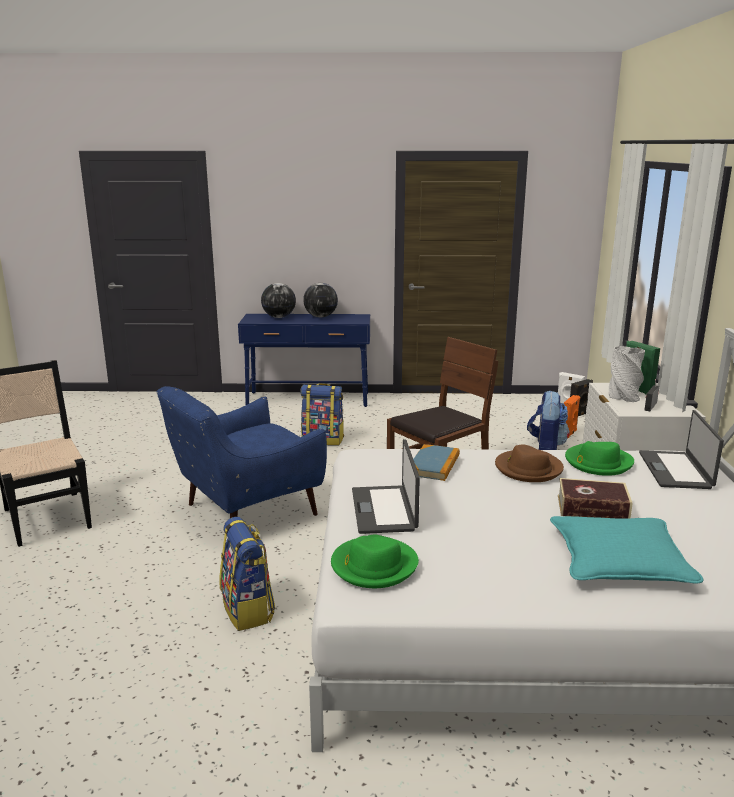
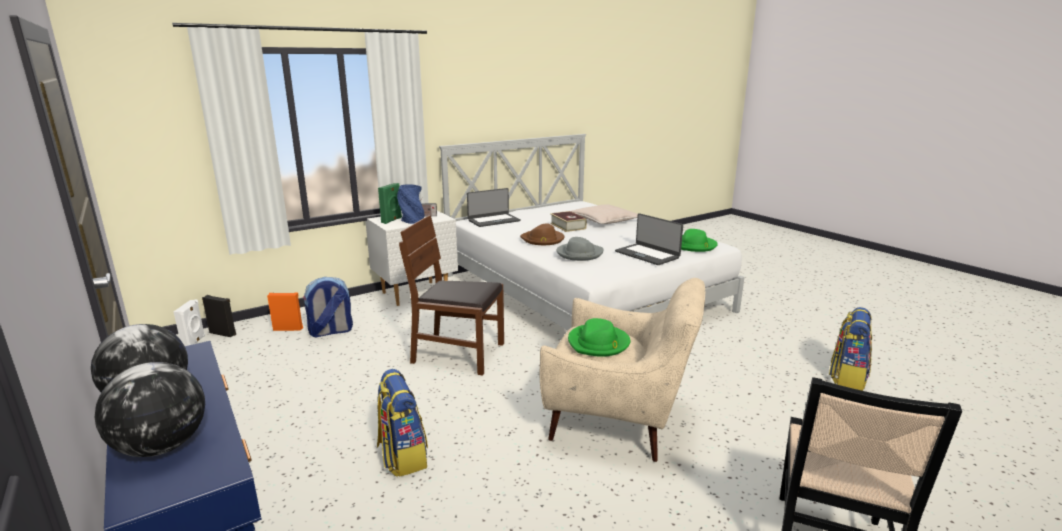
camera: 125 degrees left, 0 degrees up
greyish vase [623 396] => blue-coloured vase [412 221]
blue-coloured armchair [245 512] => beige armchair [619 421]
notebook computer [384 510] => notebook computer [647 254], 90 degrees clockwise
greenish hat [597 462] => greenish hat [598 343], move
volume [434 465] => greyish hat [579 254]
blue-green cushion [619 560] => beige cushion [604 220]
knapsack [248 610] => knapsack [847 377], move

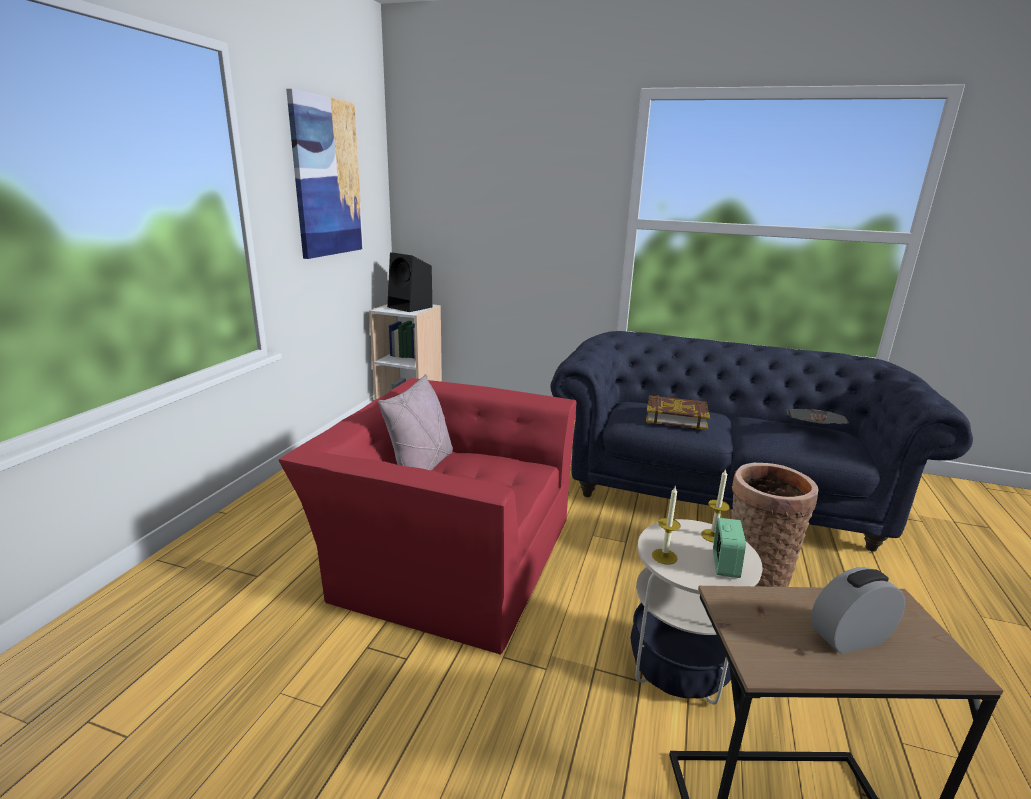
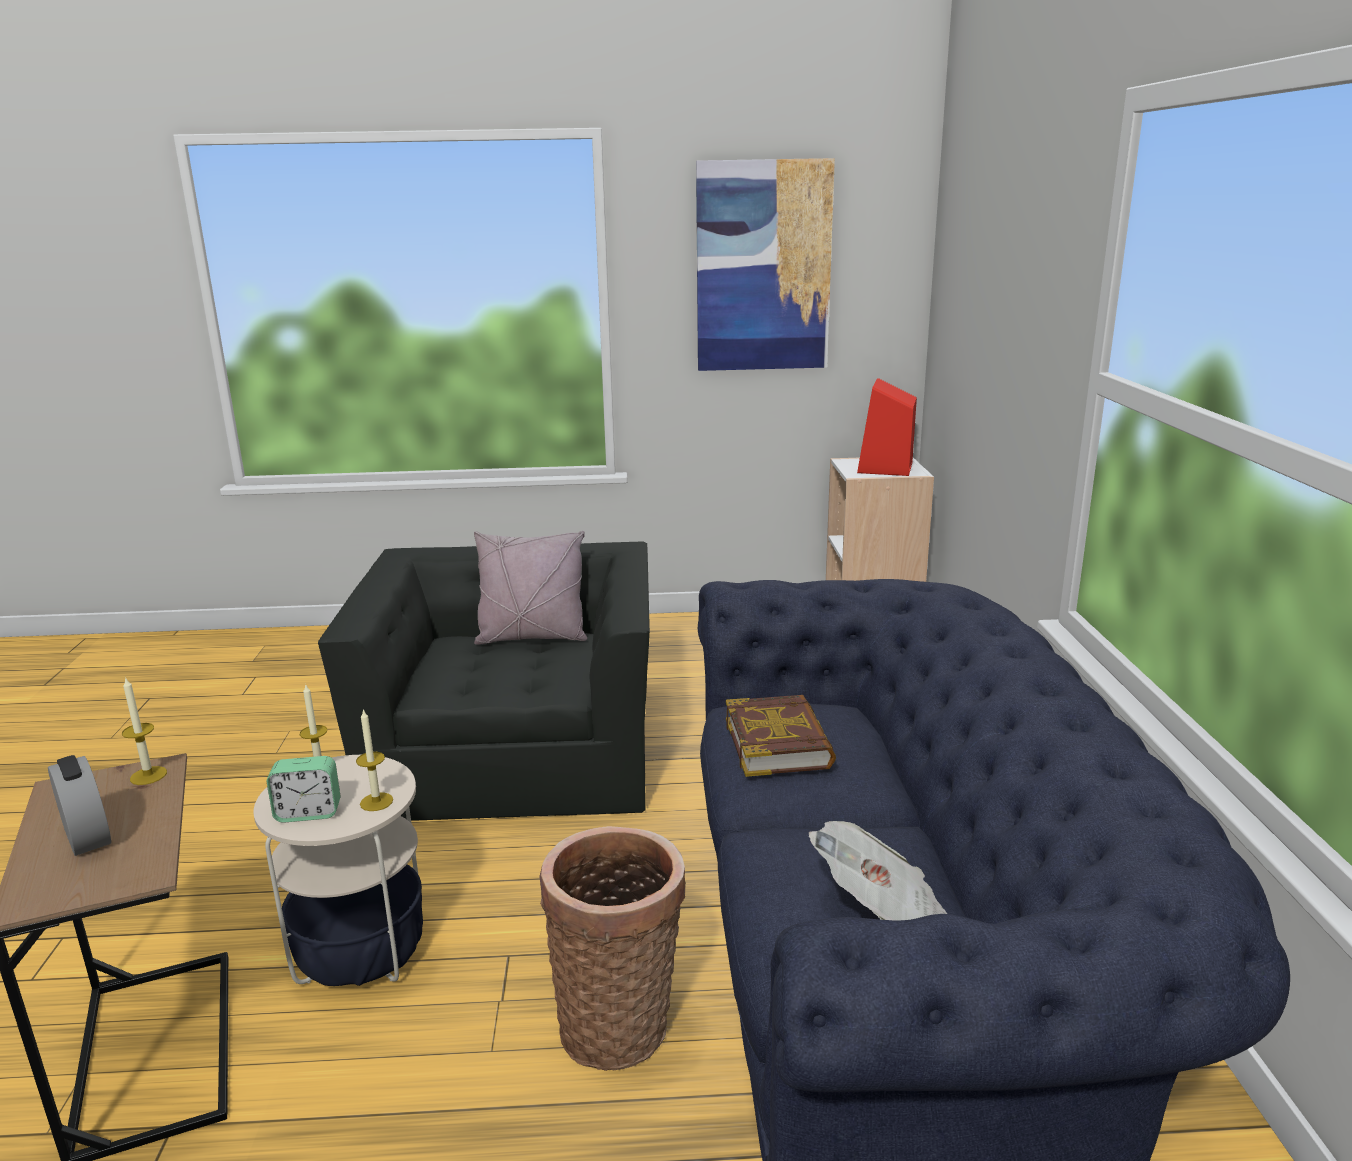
camera: 70 degrees right, 0 degrees up
black loudspeaker [411 307] => reddish loudspeaker [885 468]
reddish armchair [448 554] => black armchair [516 749]
nothing => wax light [148 775]

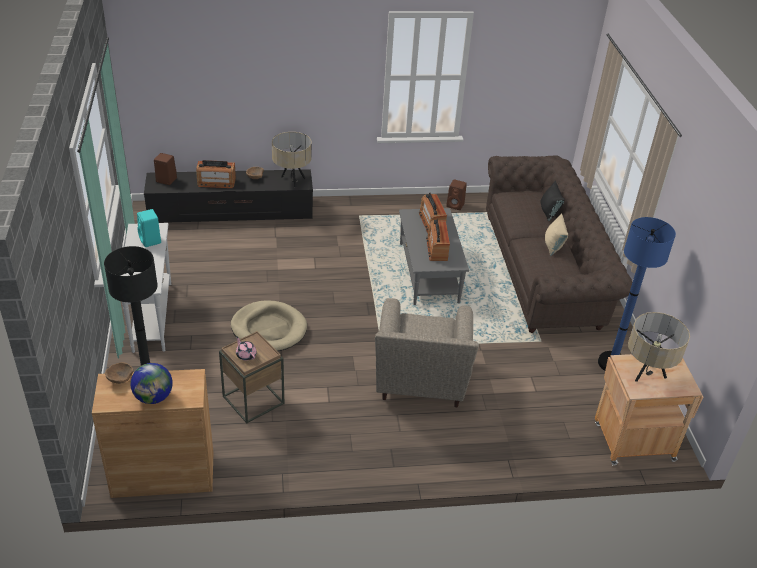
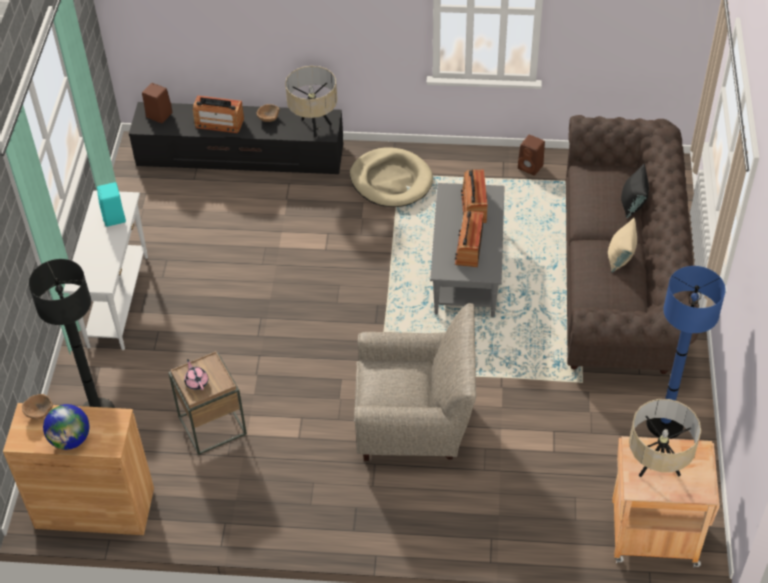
camera: 15 degrees right, 10 degrees up
beige armchair [420 382] => beige armchair [414 423], 105 degrees counterclockwise
beige dog bed [269 329] => beige dog bed [391 180], move

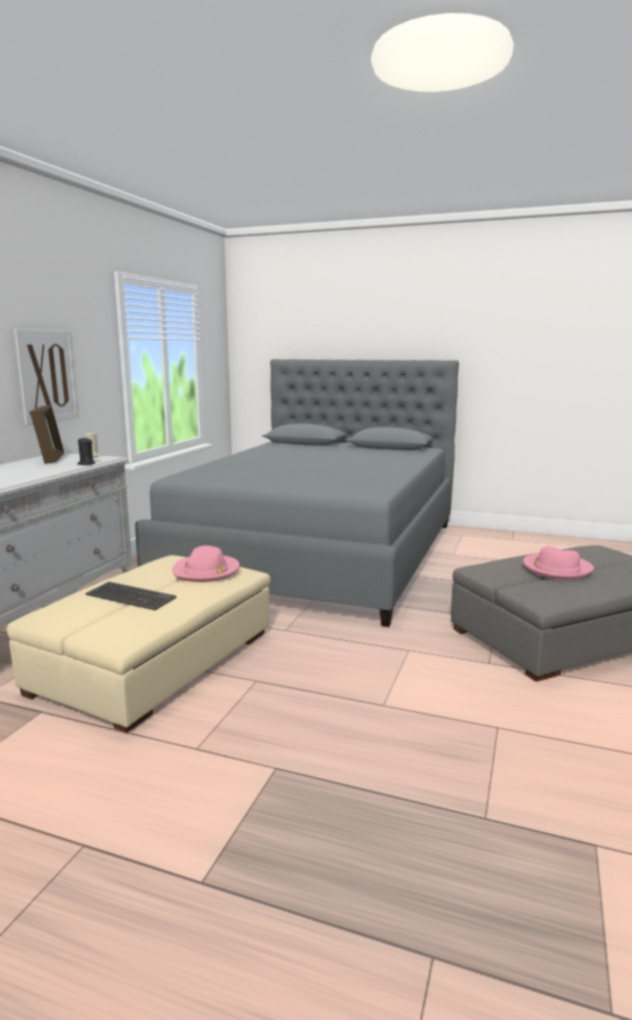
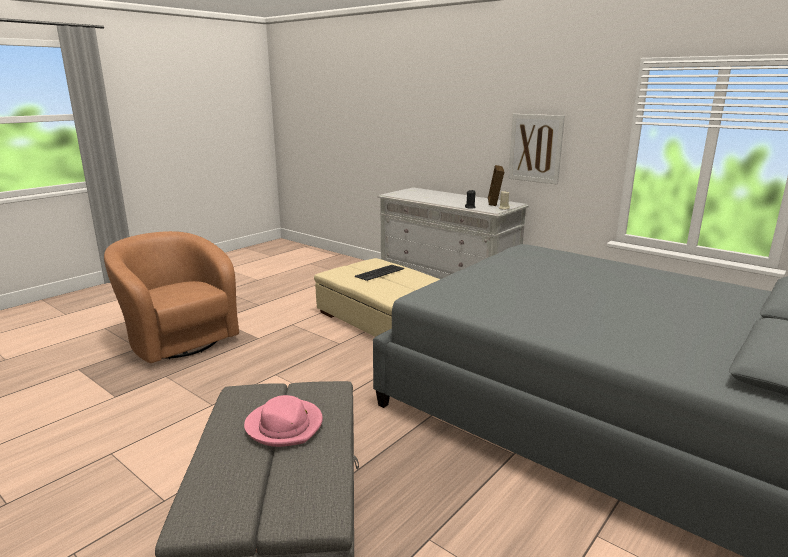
camera: 110 degrees right, 5 degrees up
photo frame [50 459] => photo frame [494 202], 90 degrees clockwise
pink hat [206 571] => nothing
nothing => brownish armchair [178 340]

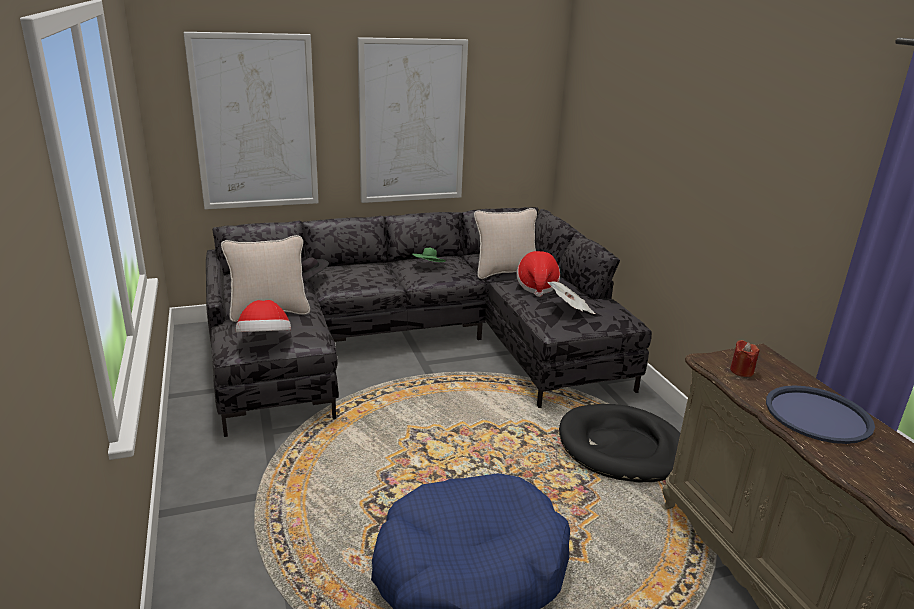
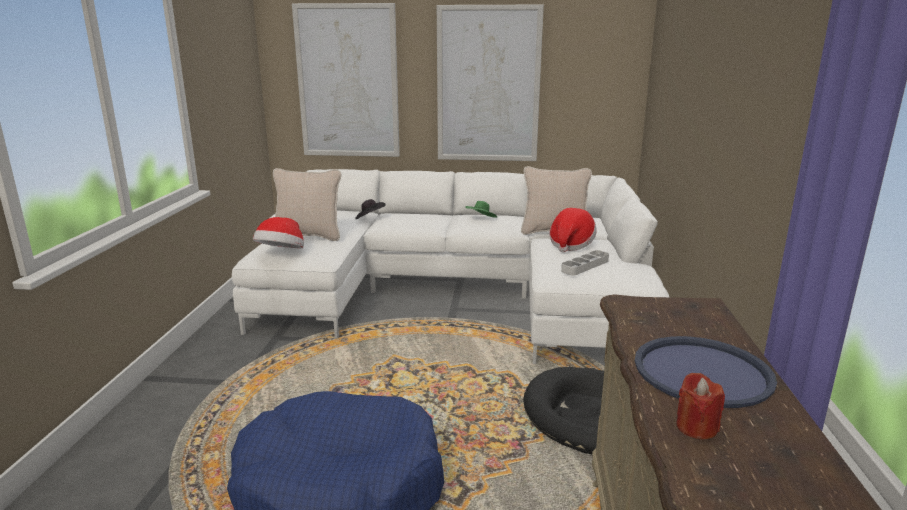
camera: 25 degrees right, 5 degrees down
black sofa [414 345] => whitish sofa [458 293]
daily paper [570 309] => greyish carrying tray [585 266]
reddish wax light [741 371] => reddish wax light [696 427], move

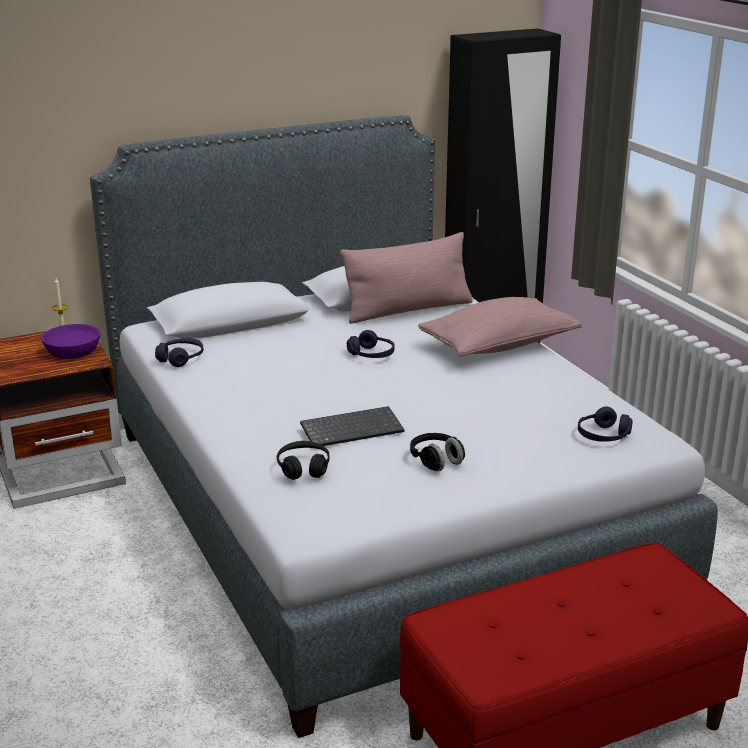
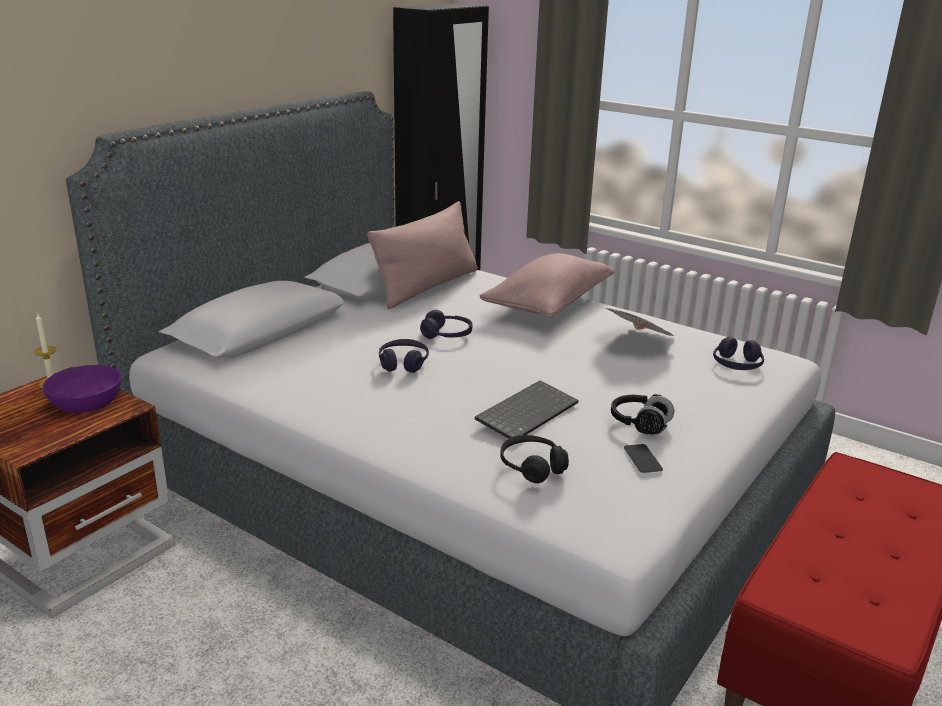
camera: 30 degrees left, 0 degrees up
purple-coloured headset [180 358] => purple-coloured headset [403 363], move
nothing => daily paper [639 342]
nothing => handset [642 459]

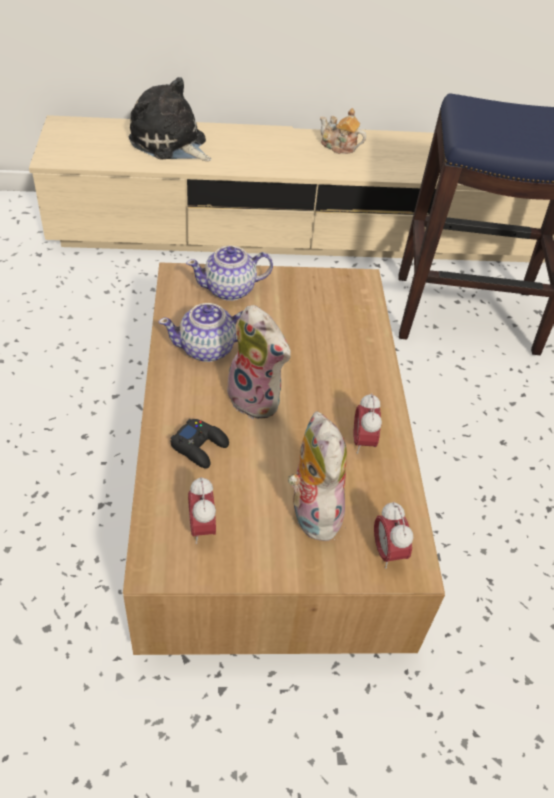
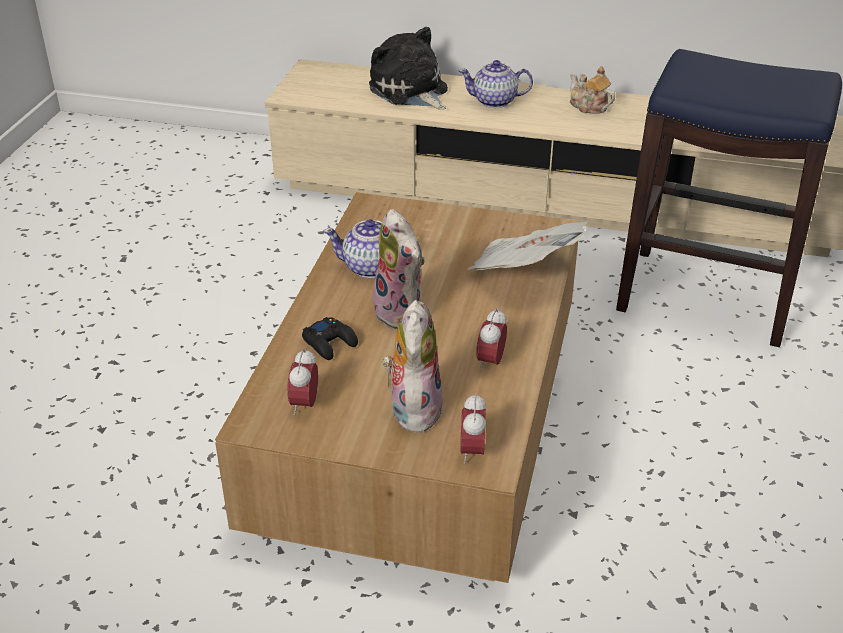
camera: 20 degrees right, 10 degrees down
teapot [230 289] => teapot [495 101], move
nothing => daily paper [524 272]

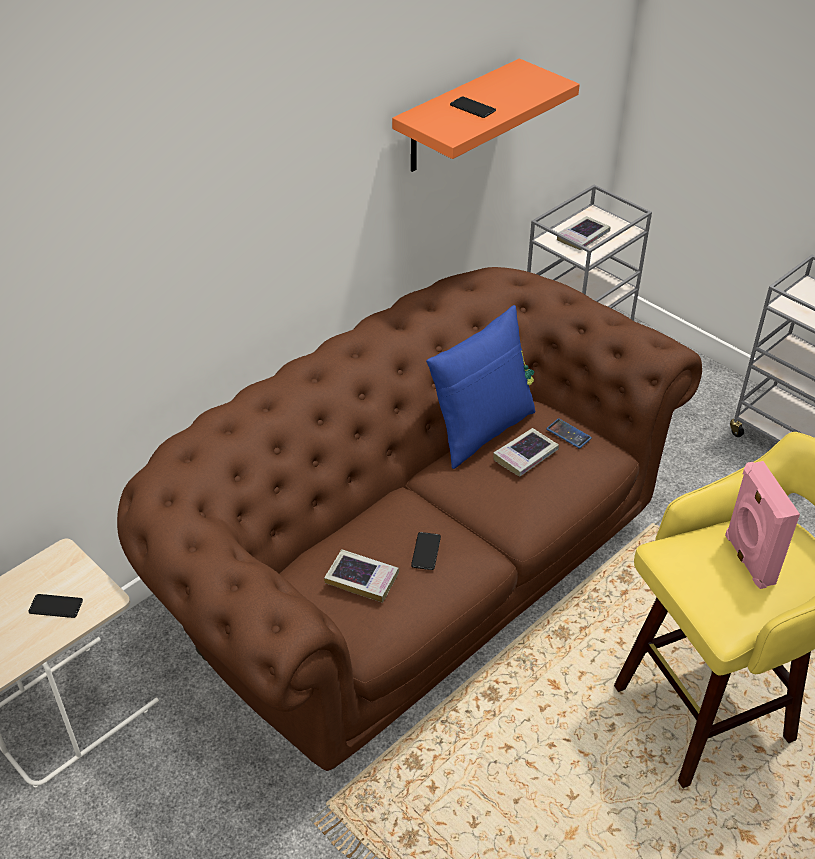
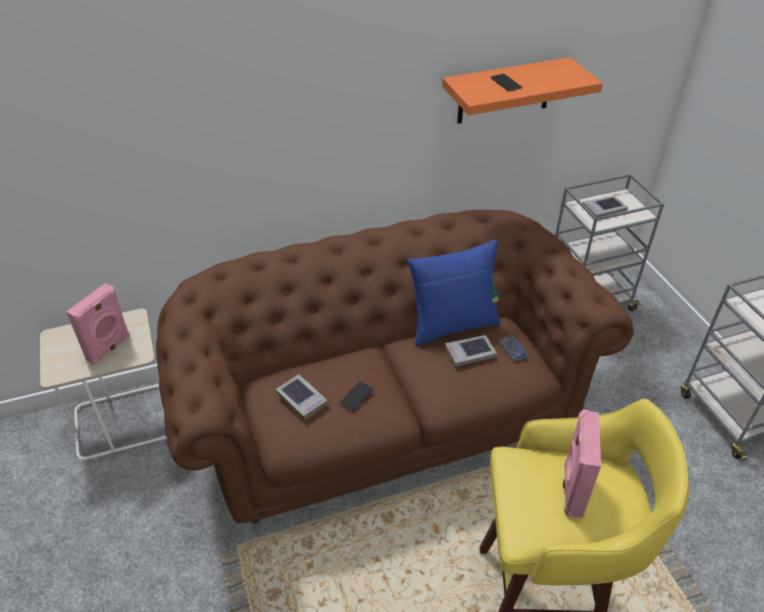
camera: 25 degrees right, 0 degrees up
handset [56 606] => pink loudspeaker [109 348]

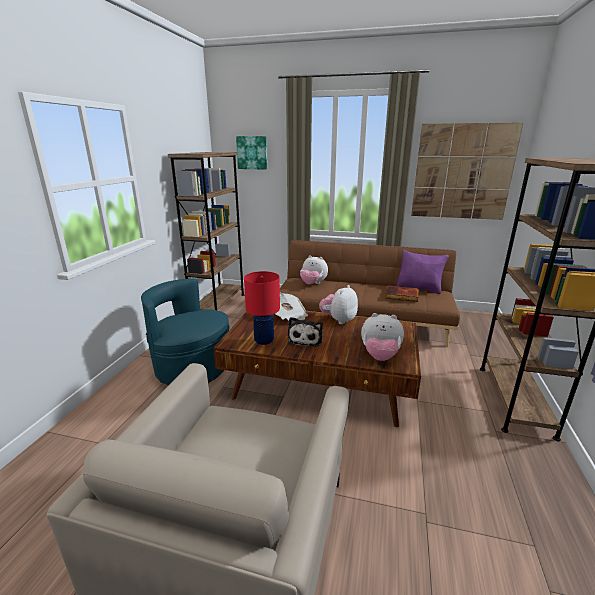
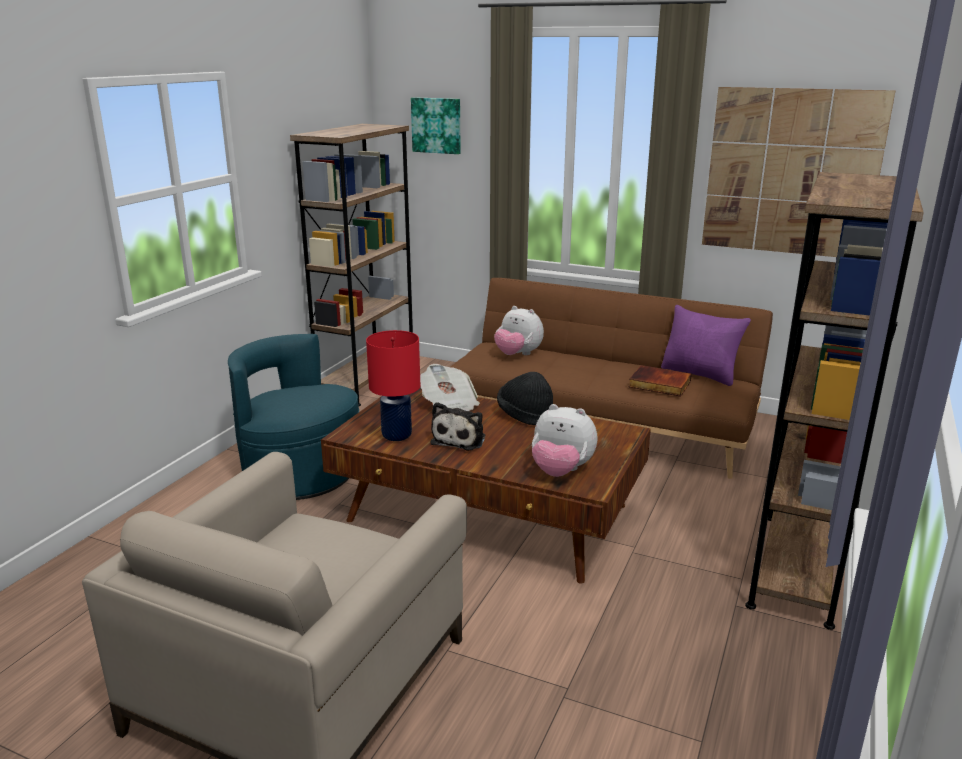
camera: 10 degrees right, 0 degrees up
plush toy [338 320] => black hat [526 415]

